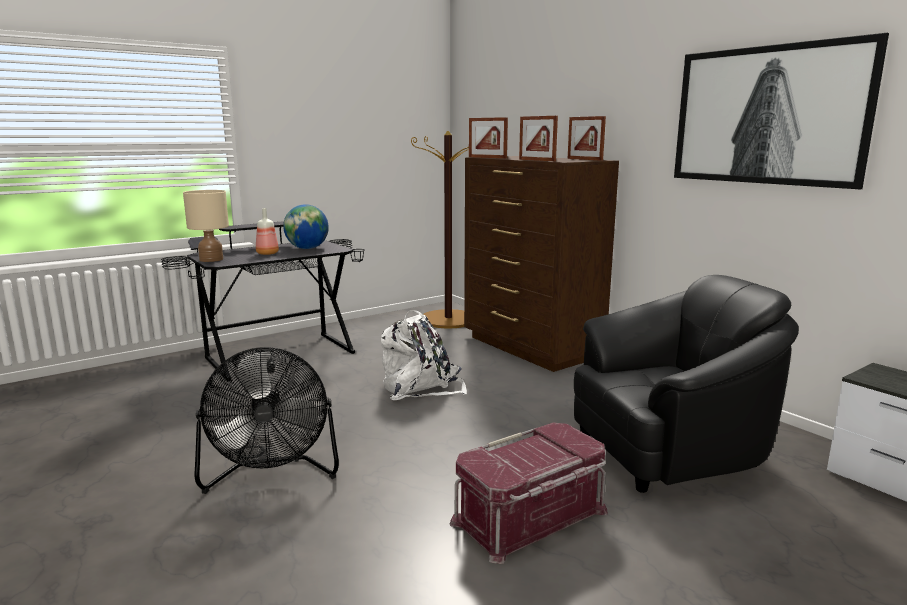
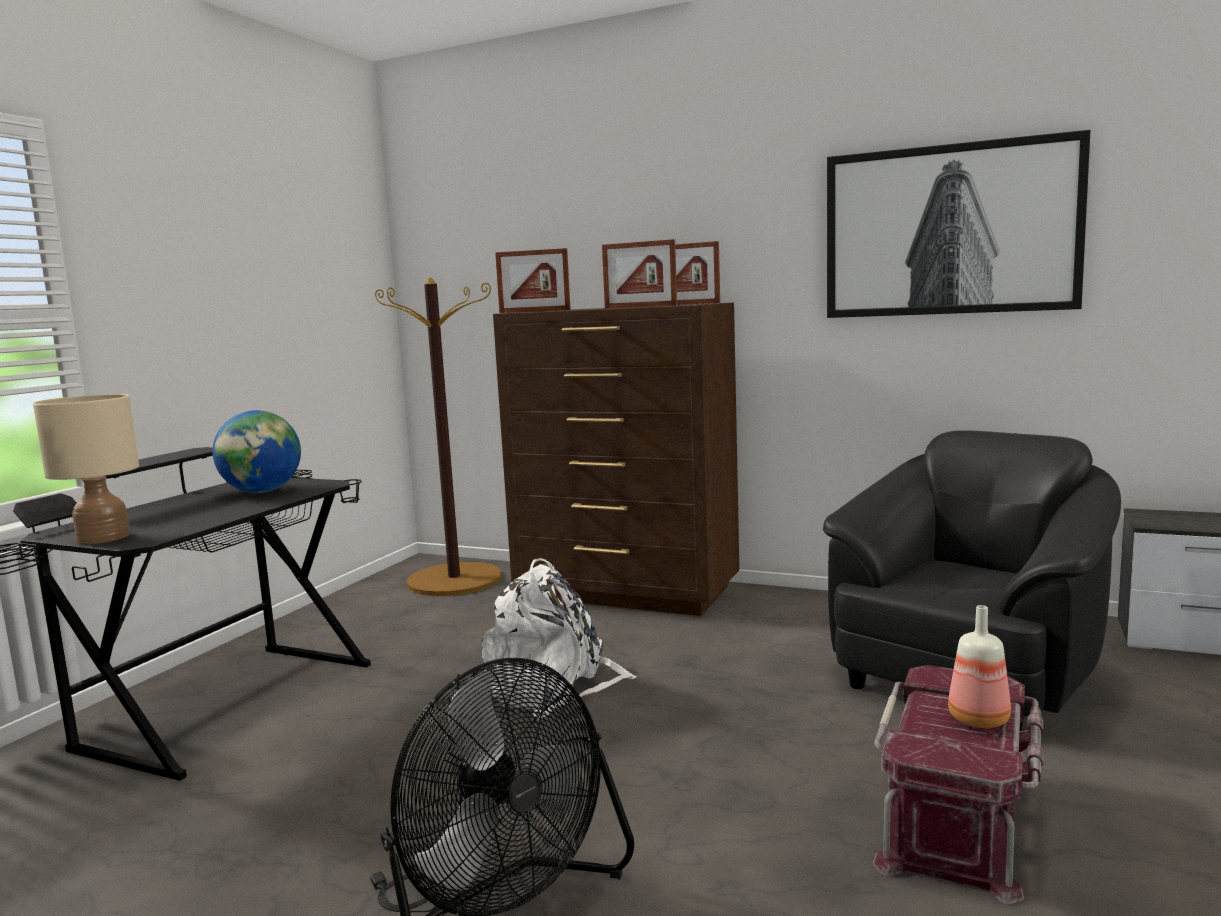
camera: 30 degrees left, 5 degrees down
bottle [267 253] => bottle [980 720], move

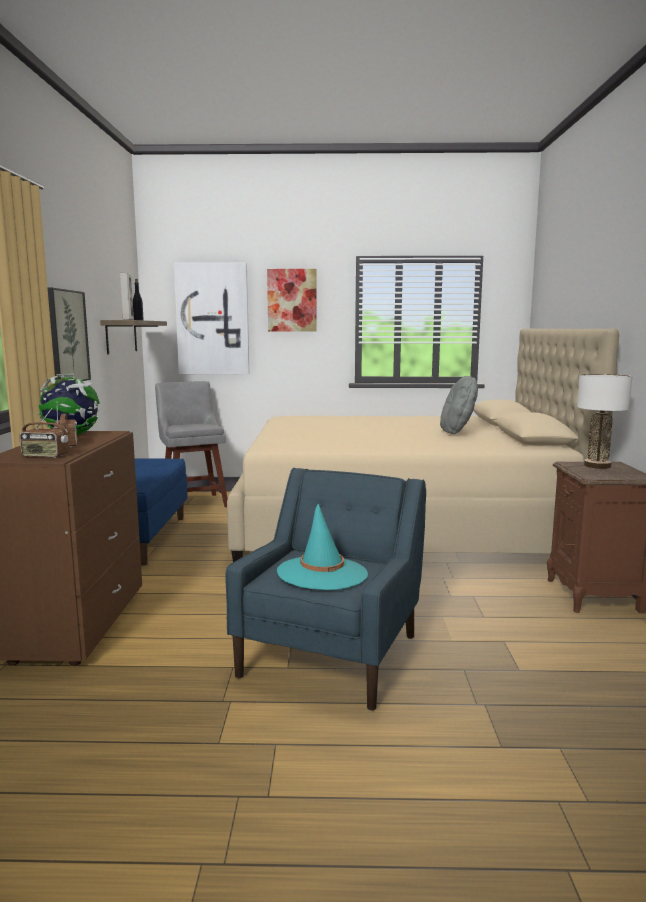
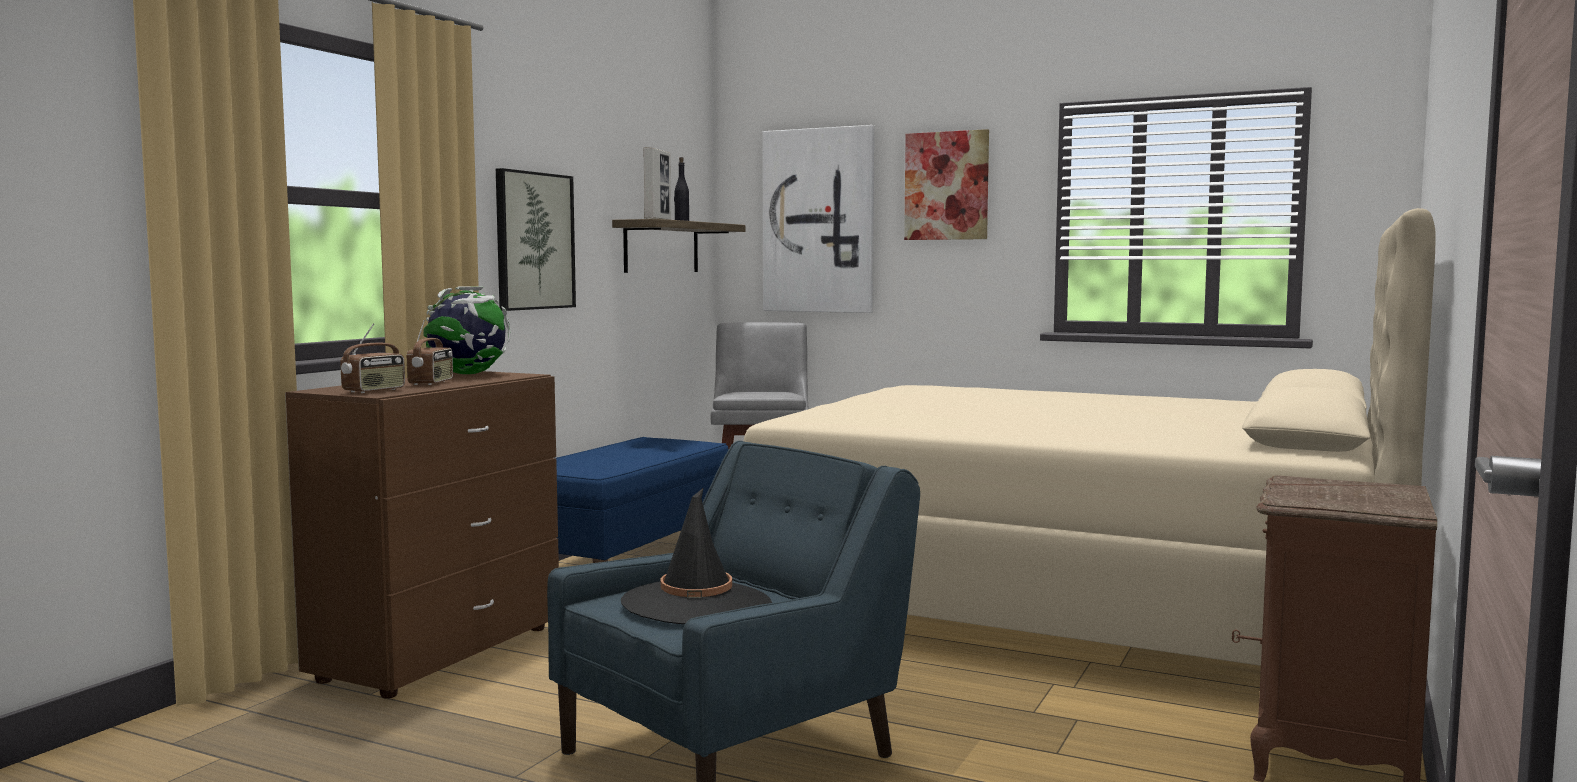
camera: 25 degrees right, 5 degrees down
tabletop lamp [597 466] => nothing
greyish cushion [457 433] => nothing
radio [45 456] => radio [374 391], 90 degrees counterclockwise
blue-green hat [322 573] => black hat [697 604]

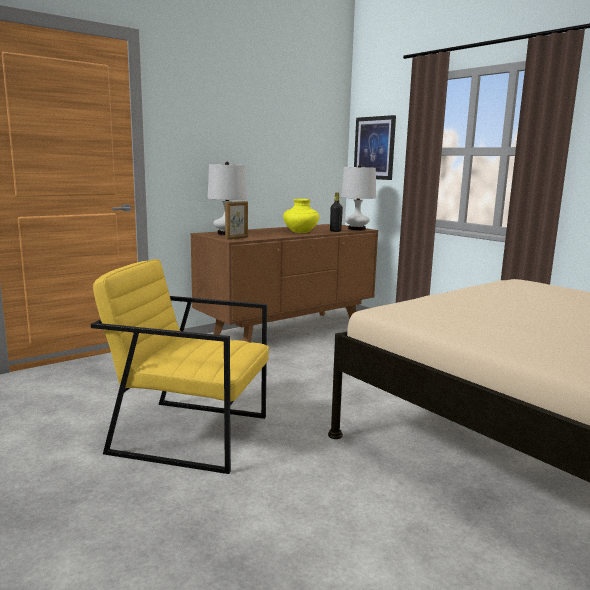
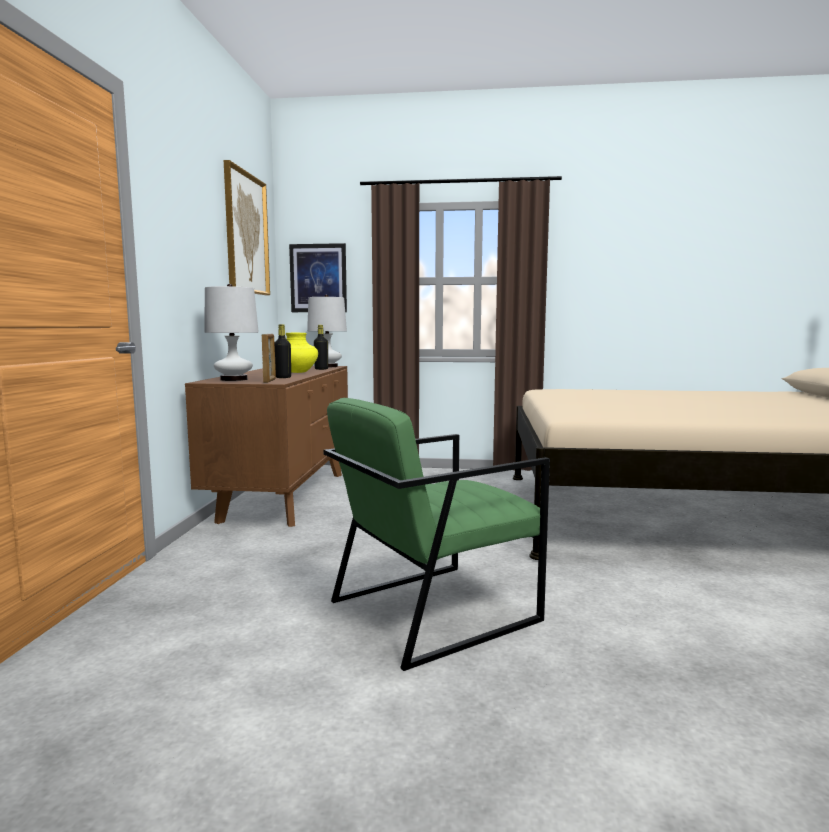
camera: 45 degrees left, 5 degrees down
yellow-coloured armchair [190 433] => greenish armchair [433 610]
nothing => wall art [246 234]
nothing => black bottle [283 377]

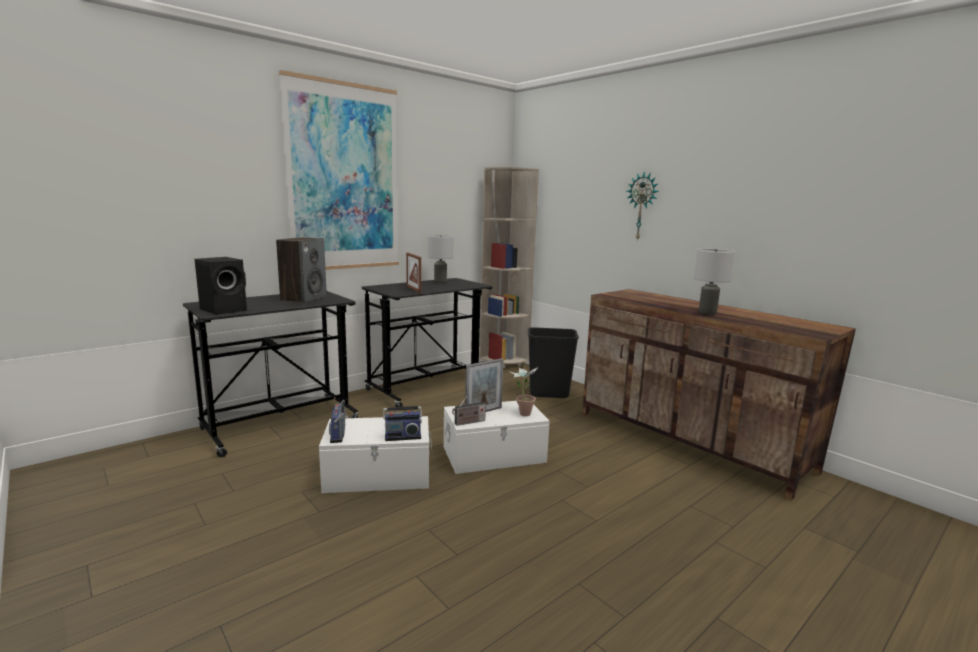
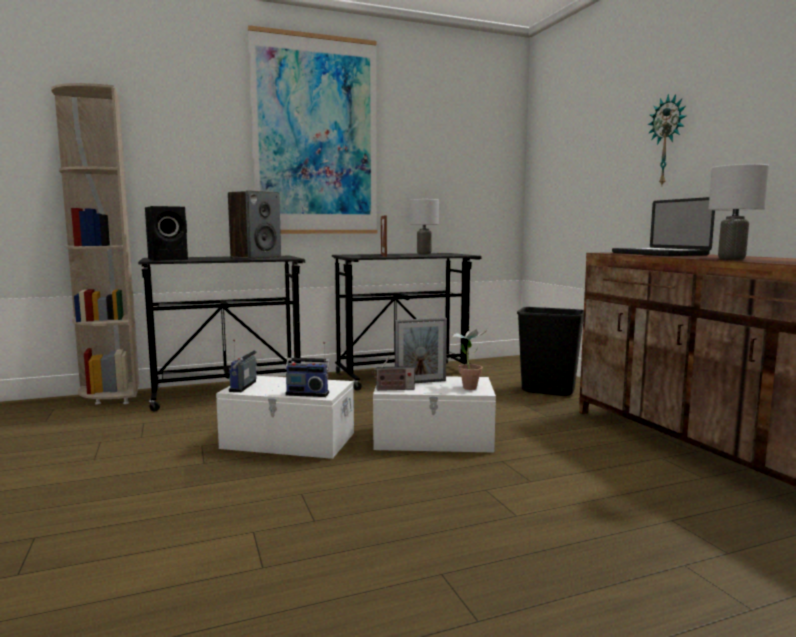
camera: 20 degrees right, 5 degrees down
beige bookshelf [504 364] => beige bookshelf [110 399], move
nothing => notebook computer [658 254]

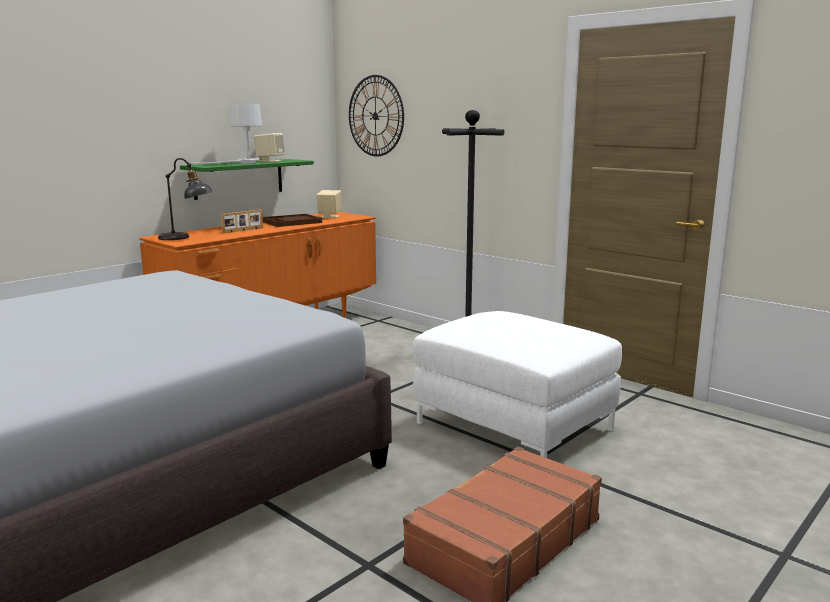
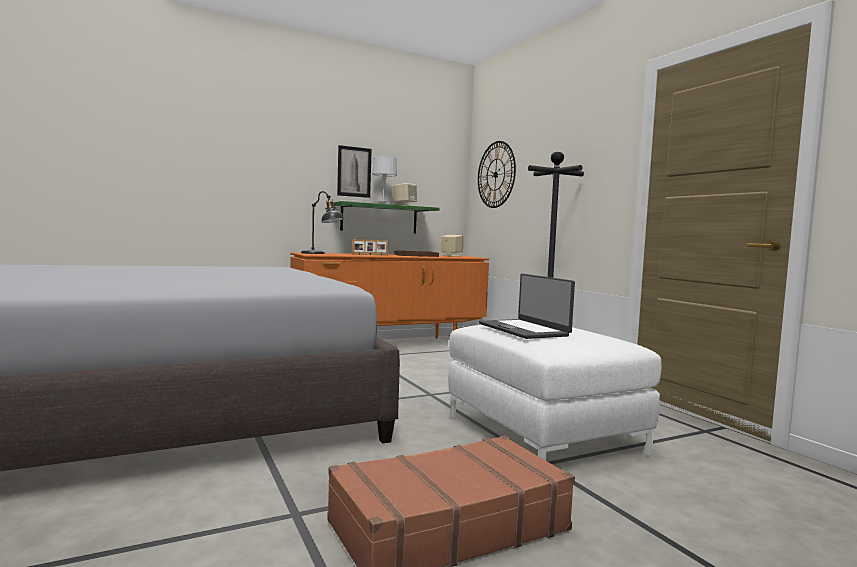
camera: 20 degrees right, 10 degrees down
nothing => wall art [354 172]
nothing => notebook computer [524 329]

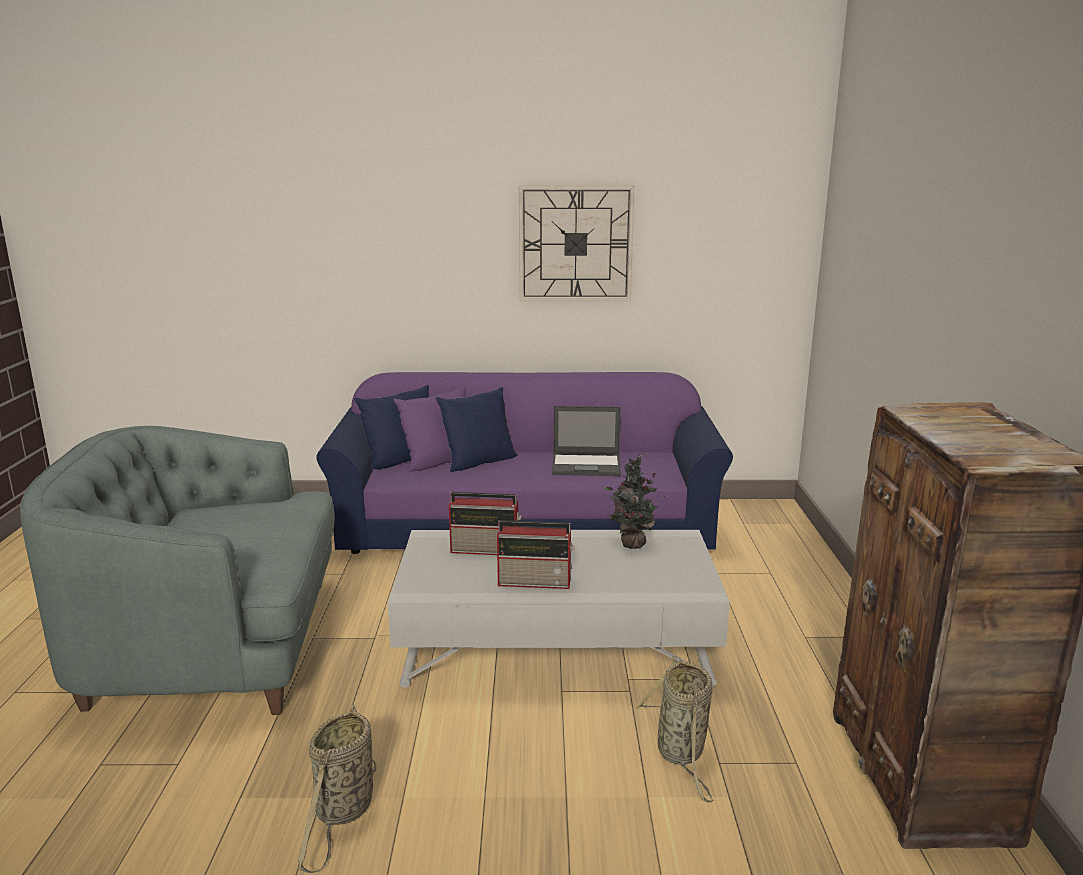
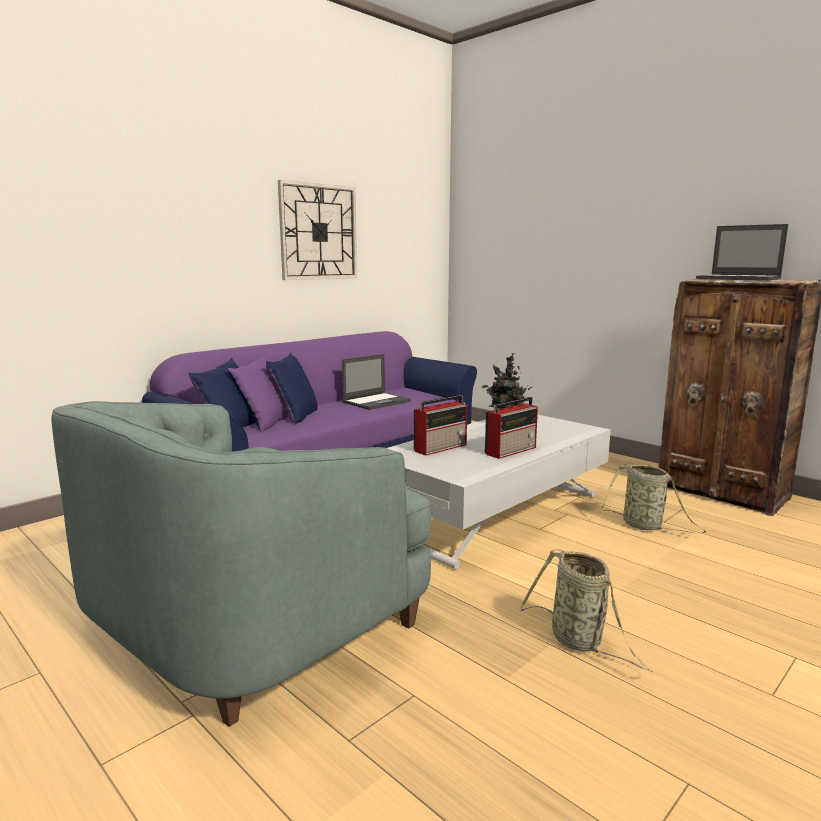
camera: 45 degrees left, 5 degrees down
nothing => notebook computer [739 279]

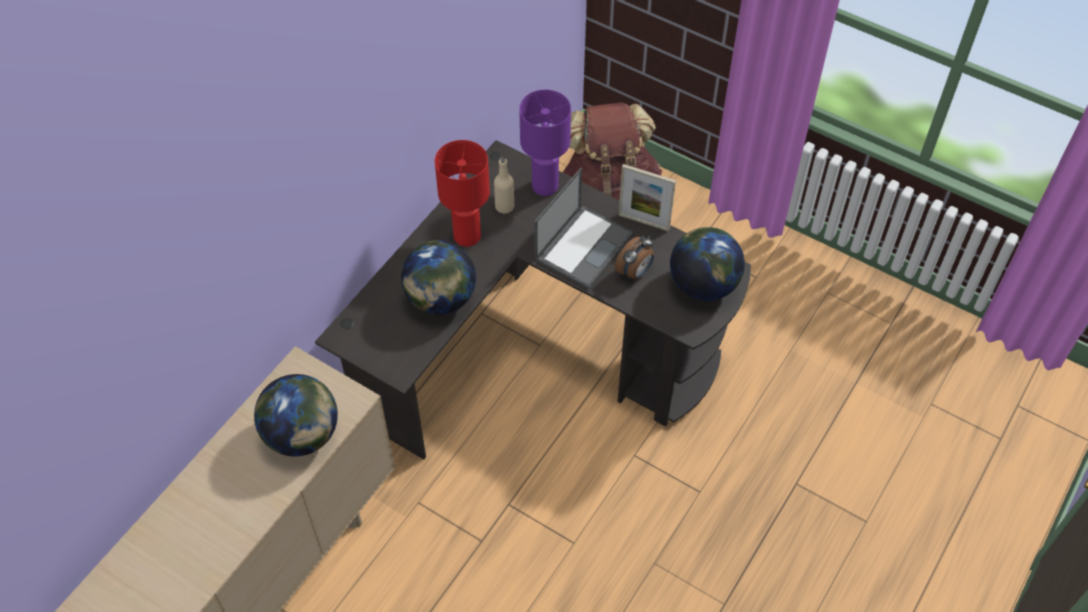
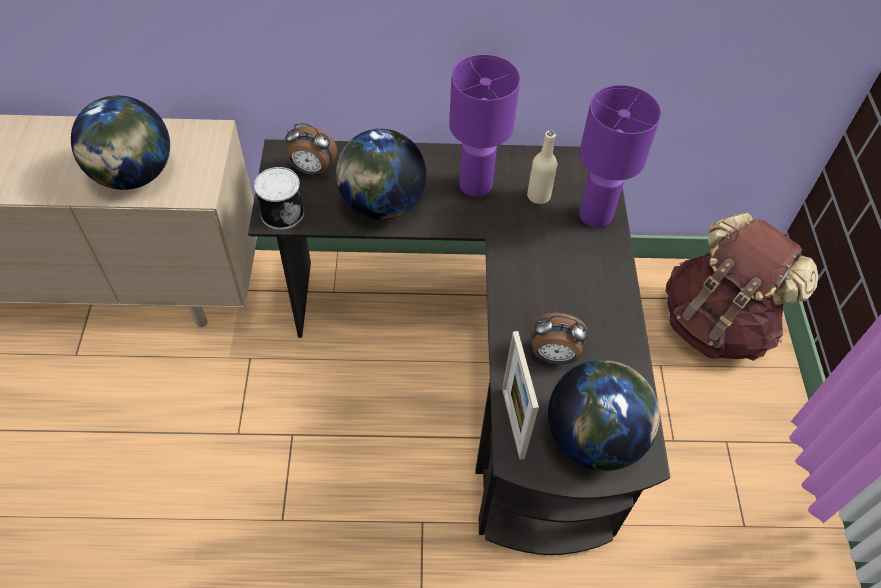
camera: 55 degrees right, 0 degrees up
reddish tabletop lamp [466 237] => purple-coloured tabletop lamp [474 185]
photo frame [643 222] => photo frame [513 423], move
notebook computer [584 246] => nothing
nothing => bedside clock [312 170]
nothing => metal can [282 212]

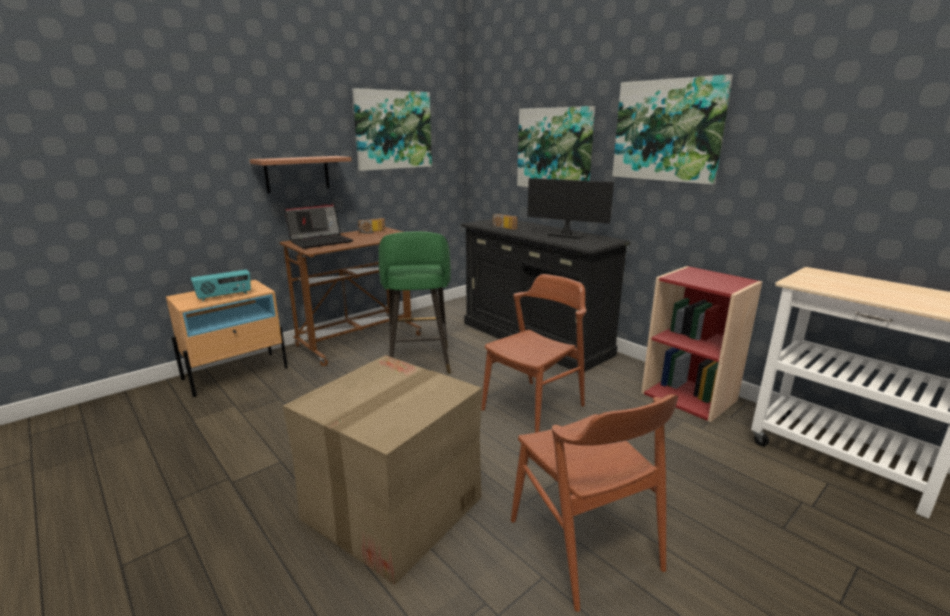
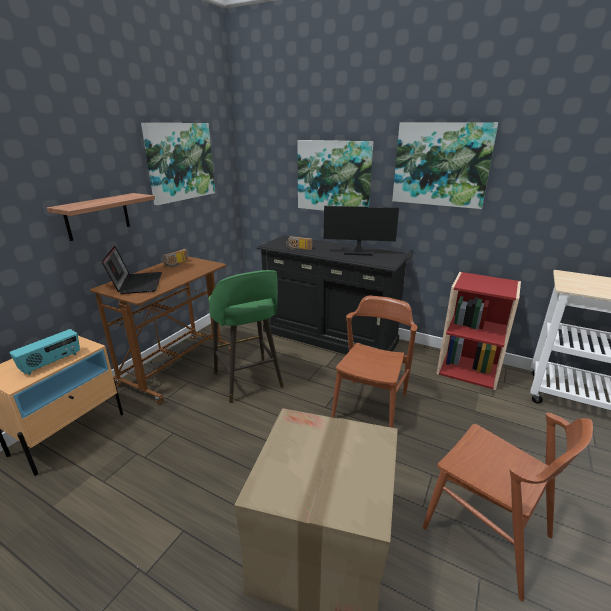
camera: 20 degrees left, 5 degrees up
notebook computer [321 241] => notebook computer [137 283], 45 degrees counterclockwise

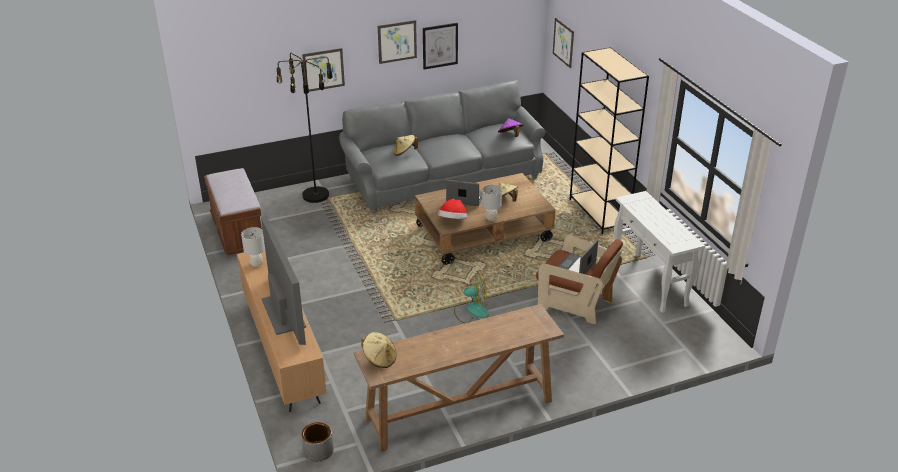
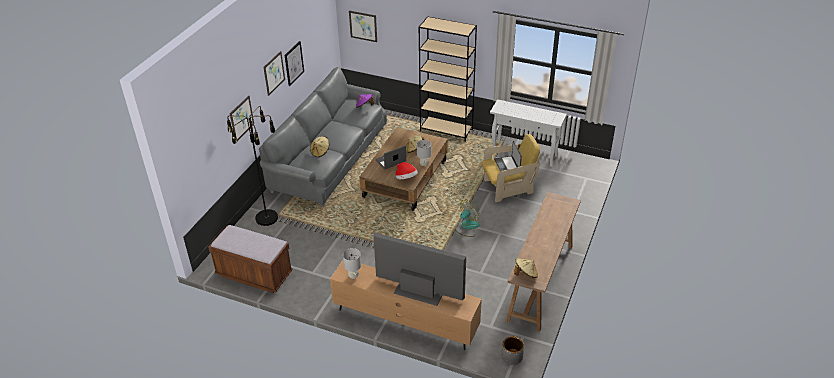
camera: 45 degrees left, 5 degrees up
brownish armchair [575 303] => yellow-coloured armchair [508 188]

